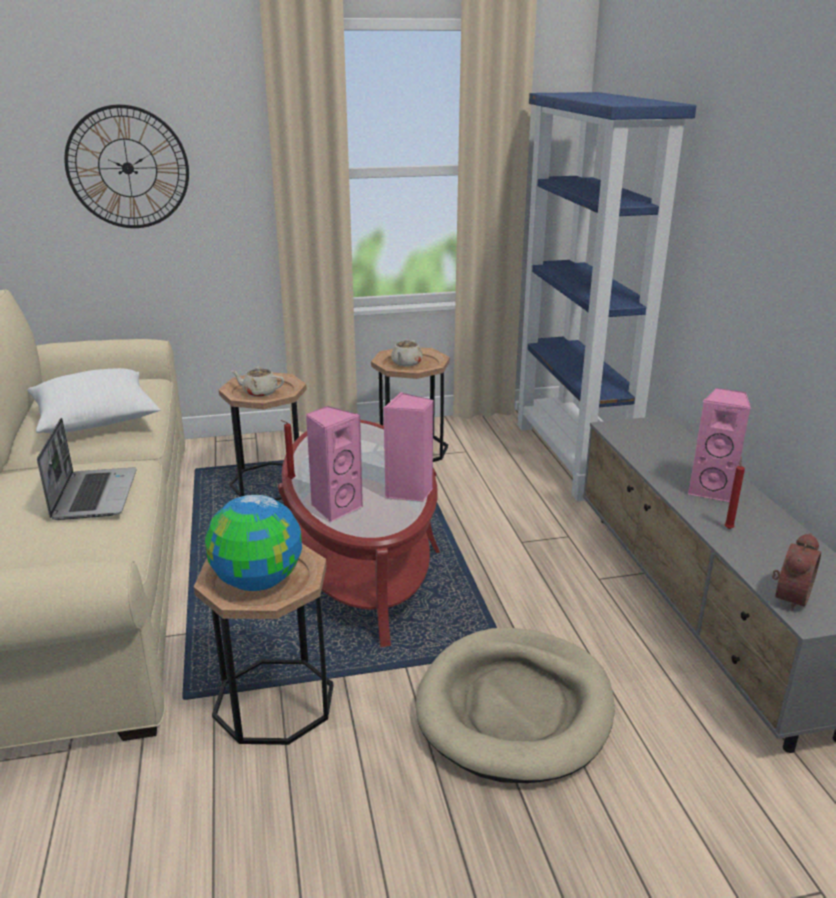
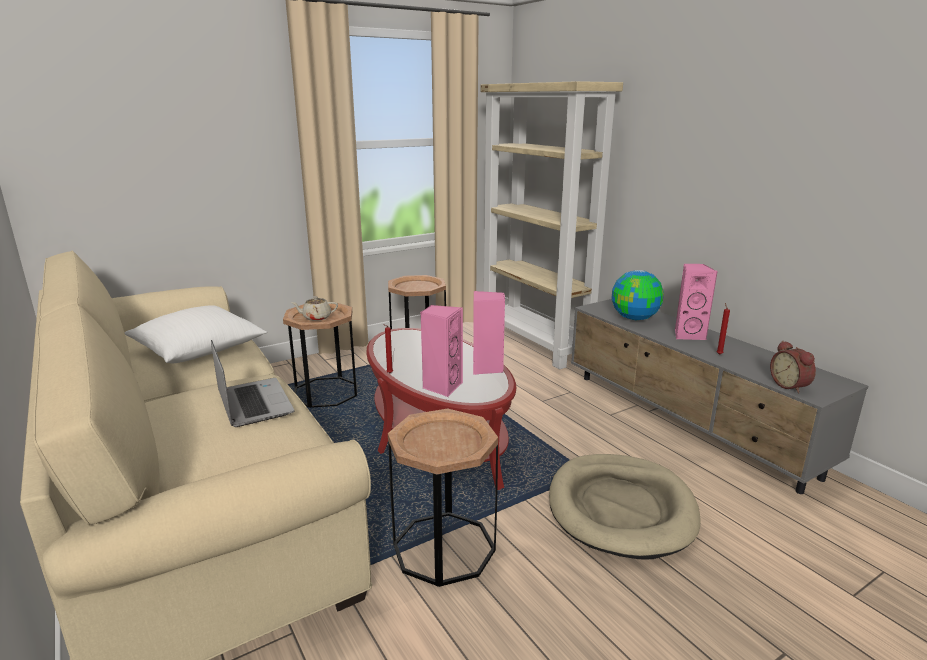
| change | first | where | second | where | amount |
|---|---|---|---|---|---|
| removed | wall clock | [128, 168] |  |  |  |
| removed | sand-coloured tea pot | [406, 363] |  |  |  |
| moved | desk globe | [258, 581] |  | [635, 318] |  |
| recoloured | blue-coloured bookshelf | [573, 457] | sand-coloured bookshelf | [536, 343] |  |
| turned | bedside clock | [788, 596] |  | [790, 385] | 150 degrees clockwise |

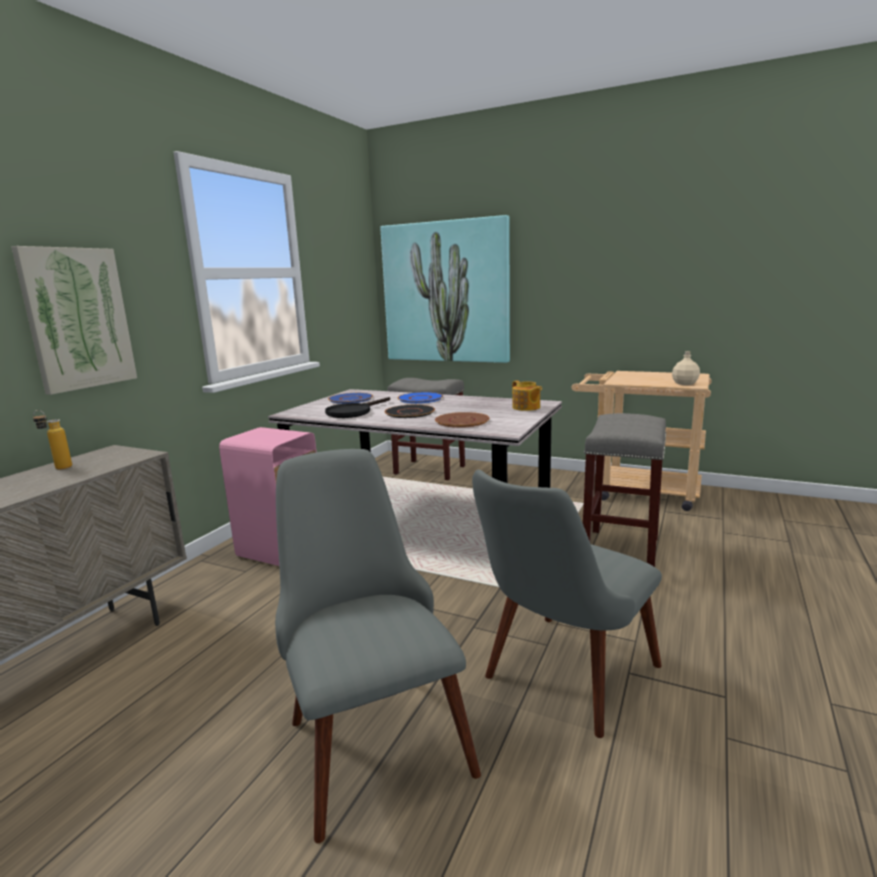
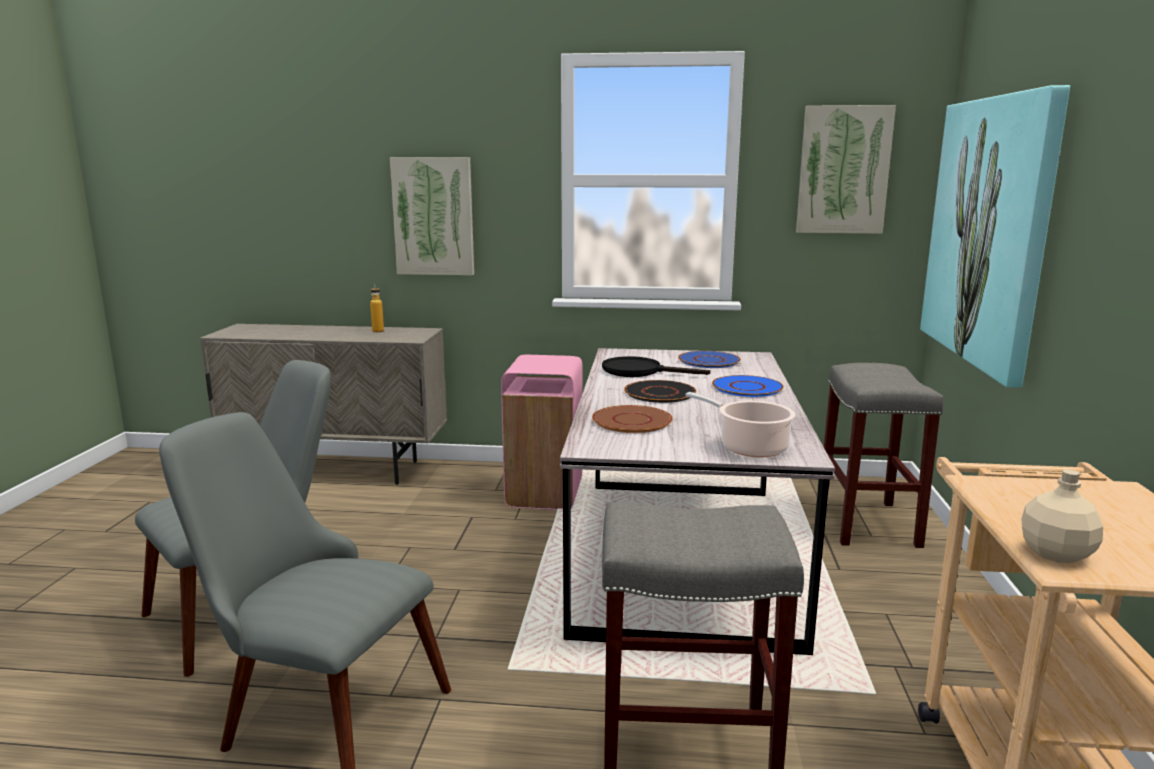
| change | first | where | second | where | amount |
|---|---|---|---|---|---|
| added |  |  | picture | [843, 170] |  |
| replaced | tea pot | [526, 408] | saucepot | [749, 447] |  |

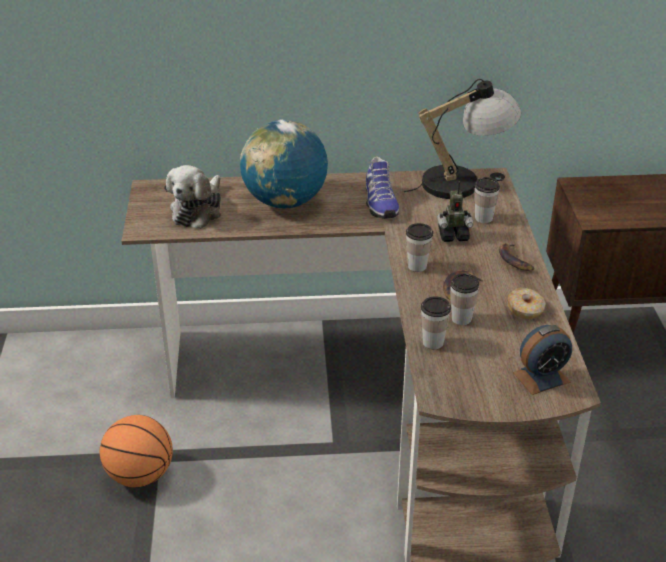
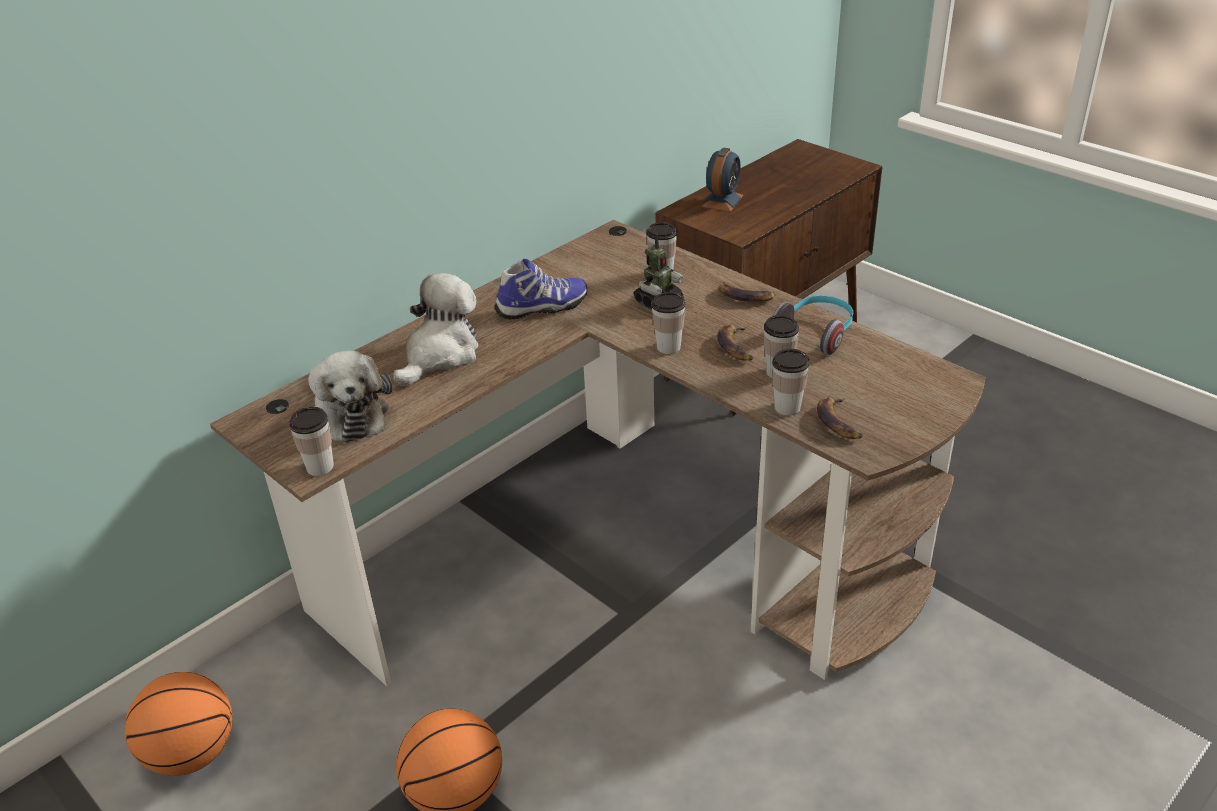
| change | first | where | second | where | amount |
|---|---|---|---|---|---|
| removed | lamp for a table | [464, 182] |  |  |  |
| added |  |  | basketball | [192, 754] |  |
| added |  |  | small cup | [320, 467] |  |
| added |  |  | banana fruit | [838, 422] |  |
| moved | bedside clock | [541, 377] |  | [722, 201] |  |
| replaced | desk globe | [285, 202] | soft toy | [440, 355] |  |
| replaced | doughnut | [525, 309] | headset | [816, 333] |  |
| turned | low shoe | [379, 203] |  | [543, 308] | 60 degrees counterclockwise |

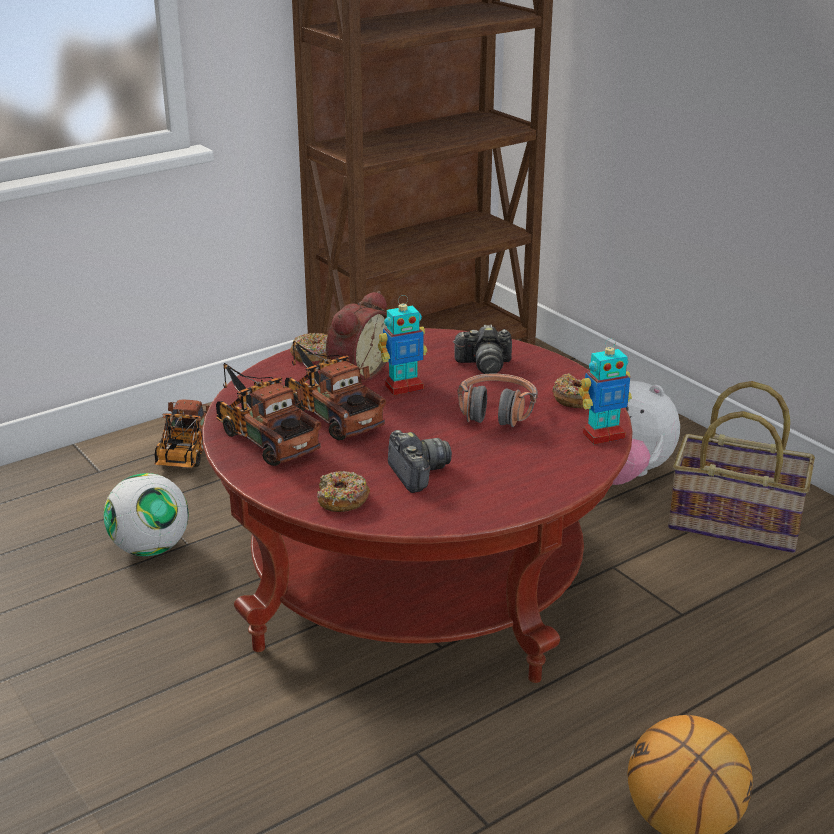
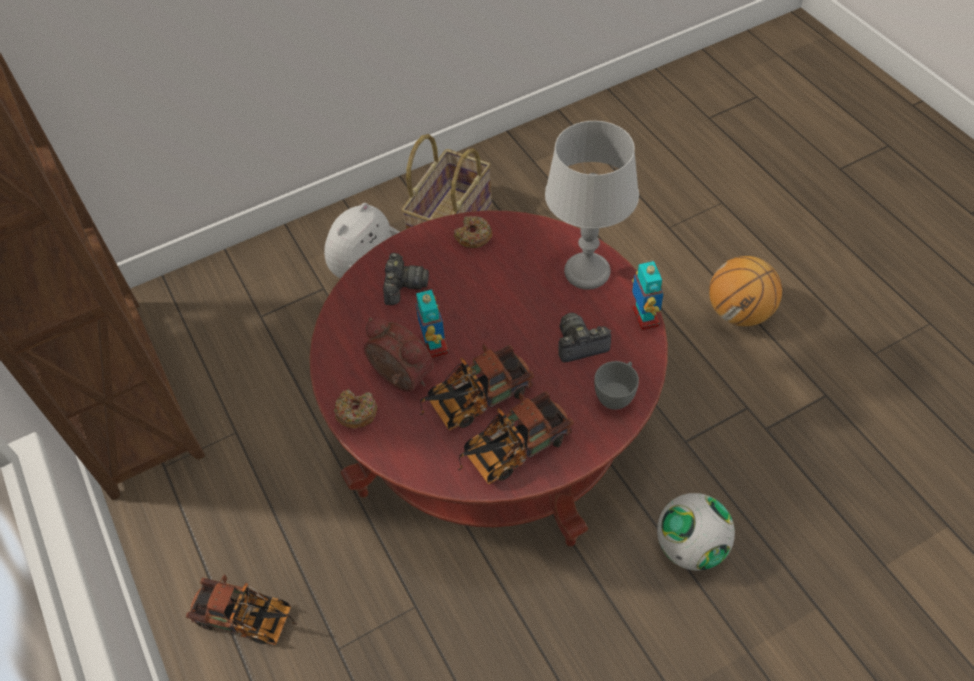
| change | first | where | second | where | amount |
|---|---|---|---|---|---|
| removed | headset | [496, 412] |  |  |  |
| added |  |  | gray lamp for a table | [586, 272] |  |
| moved | ball for football | [150, 548] |  | [690, 547] |  |
| moved | toy robot | [603, 435] |  | [644, 318] |  |
| replaced | doughnut | [342, 500] | gray small cup | [616, 395] |  |

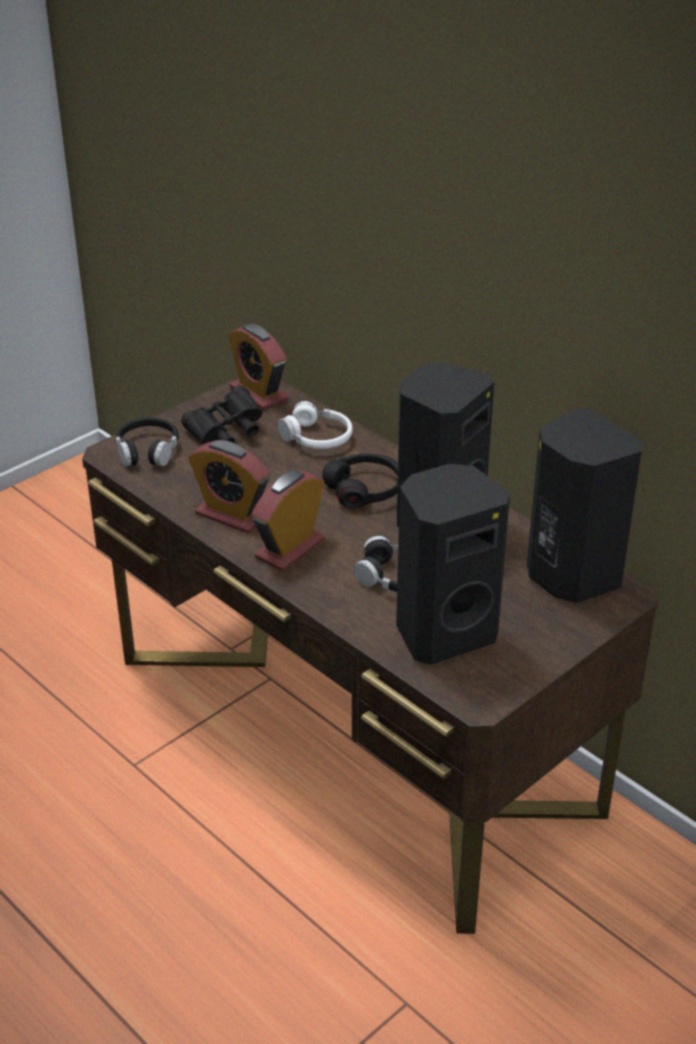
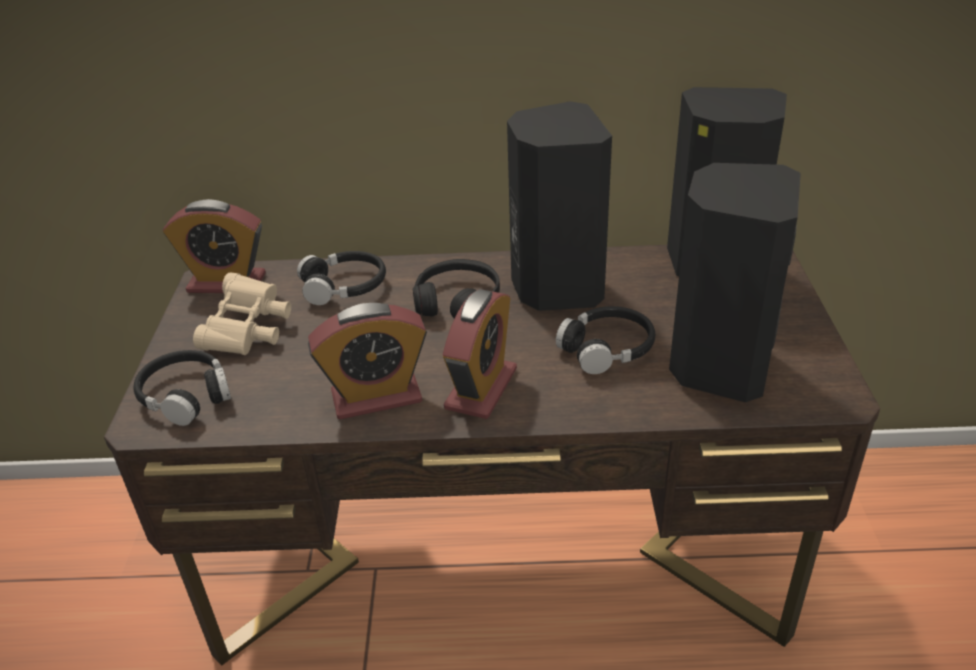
| change | first | where | second | where | amount |
|---|---|---|---|---|---|
| recoloured | black-coloured field glasses | [226, 433] | sand-coloured field glasses | [248, 332] |  |
| recoloured | white headset | [317, 438] | black-coloured headset | [344, 287] |  |
| turned | bedside clock | [290, 548] |  | [481, 389] | 150 degrees counterclockwise |

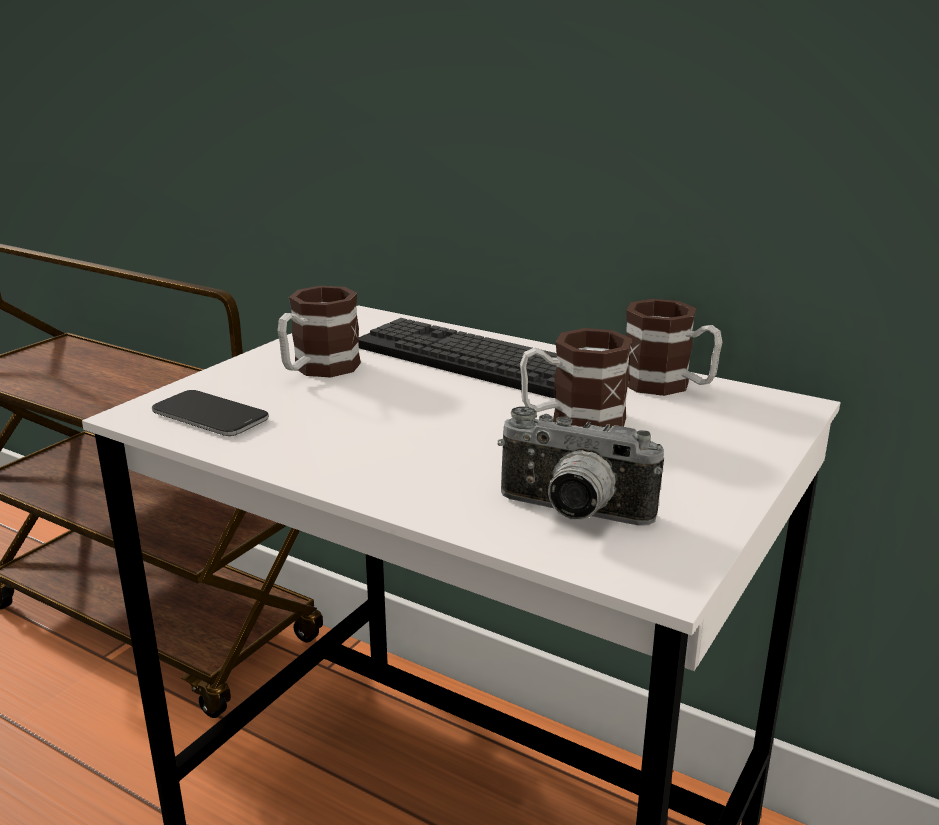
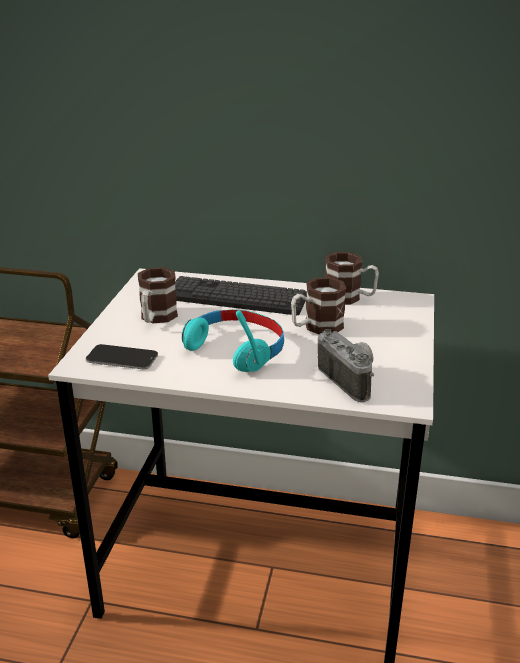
| change | first | where | second | where | amount |
|---|---|---|---|---|---|
| added |  |  | turquoise headset | [236, 349] |  |
| turned | still camera | [571, 515] |  | [351, 380] | 120 degrees counterclockwise |

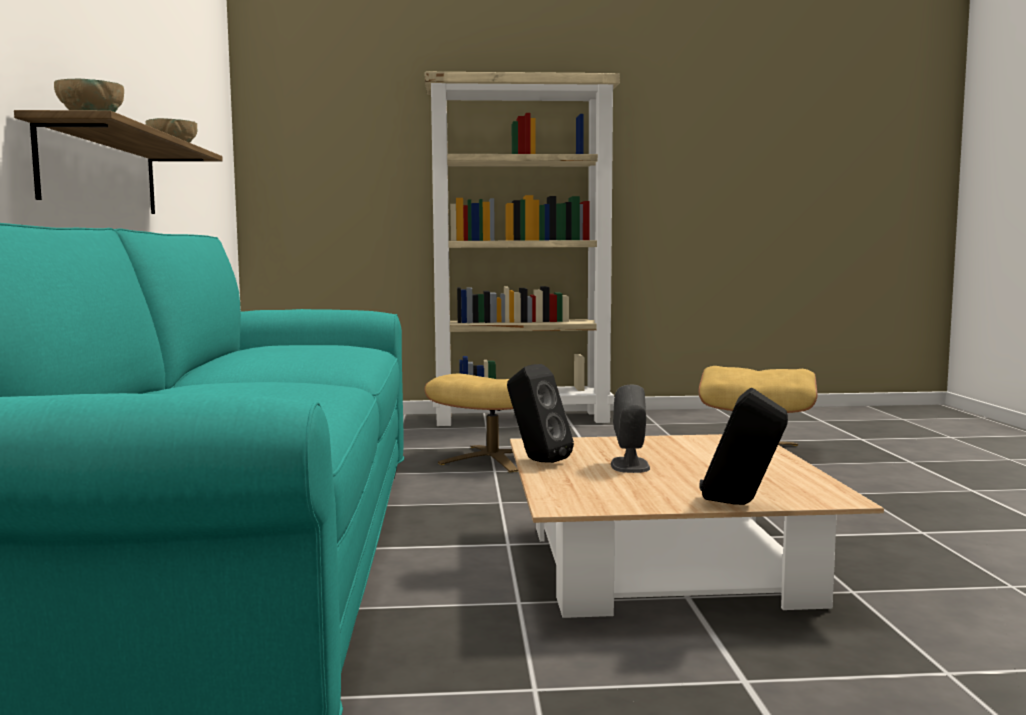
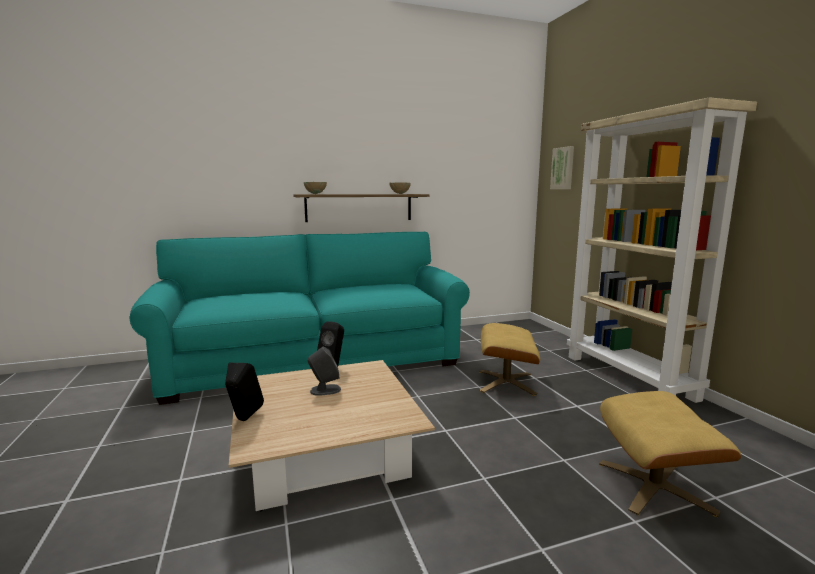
| change | first | where | second | where | amount |
|---|---|---|---|---|---|
| added |  |  | picture | [563, 168] |  |

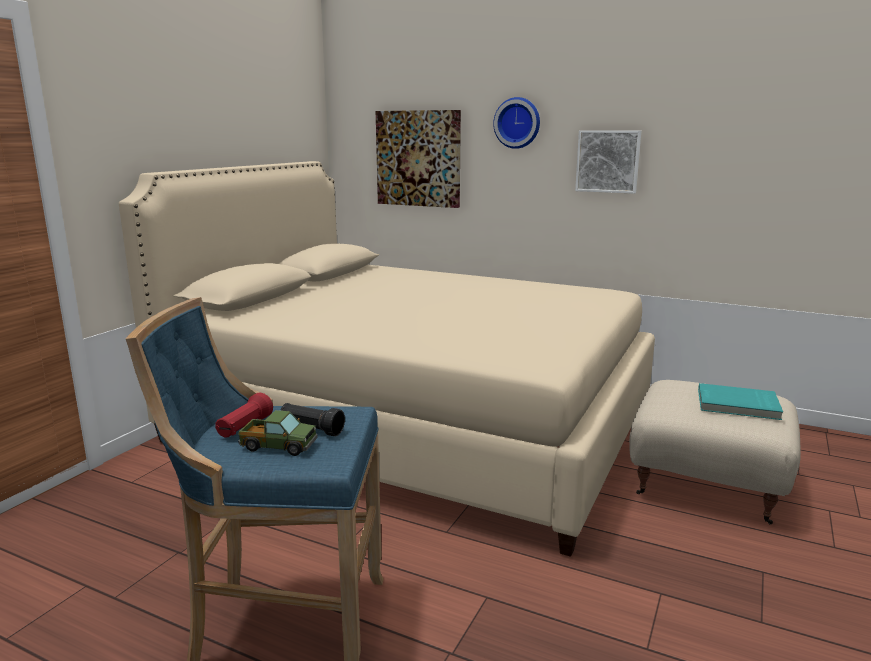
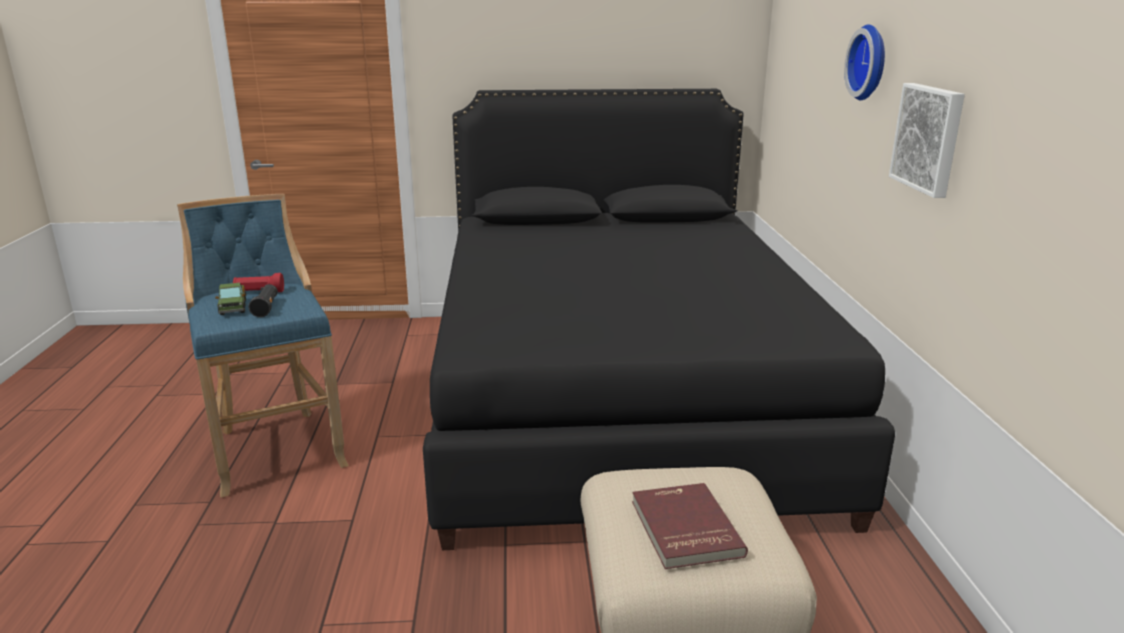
| change | first | where | second | where | amount |
|---|---|---|---|---|---|
| removed | picture | [418, 158] |  |  |  |
| recoloured | sand-coloured bedroom bed | [413, 424] | black-coloured bedroom bed | [617, 399] |  |
| recoloured | turquoise bound book | [737, 405] | red-coloured bound book | [683, 528] |  |

